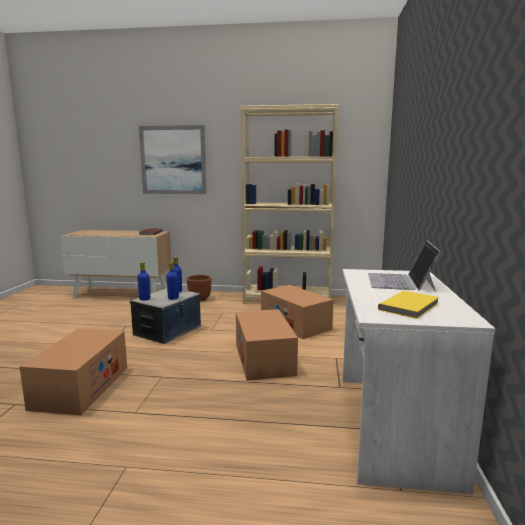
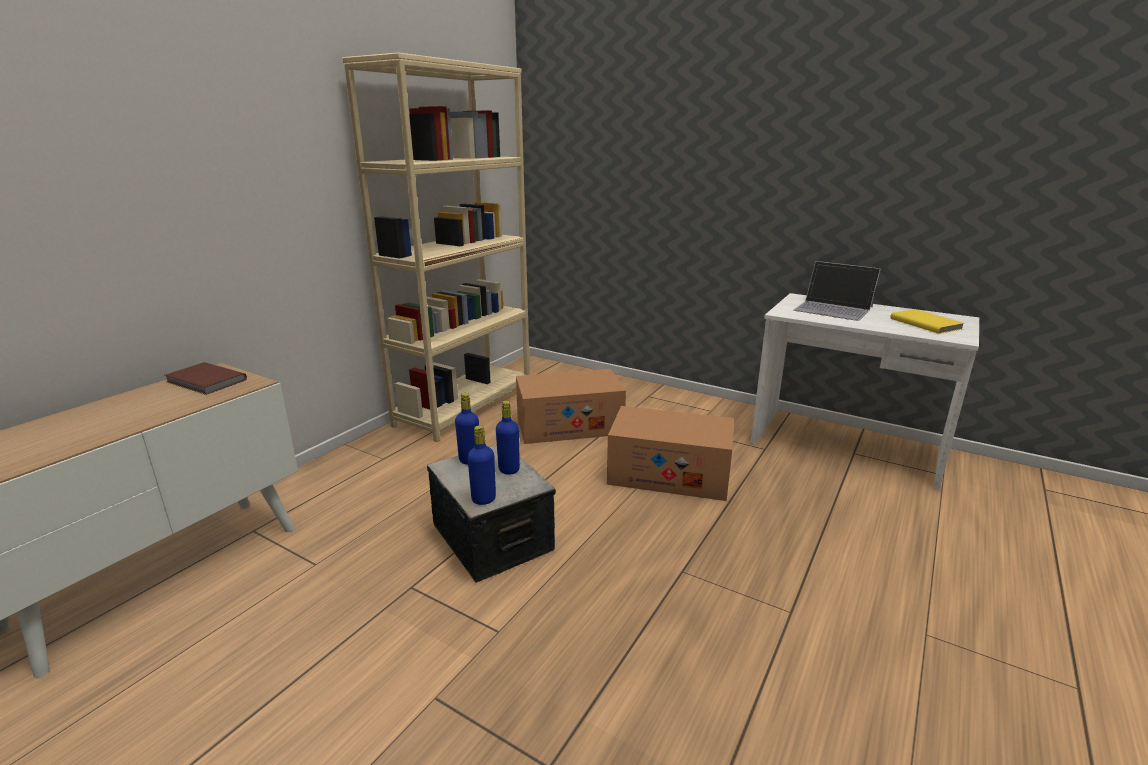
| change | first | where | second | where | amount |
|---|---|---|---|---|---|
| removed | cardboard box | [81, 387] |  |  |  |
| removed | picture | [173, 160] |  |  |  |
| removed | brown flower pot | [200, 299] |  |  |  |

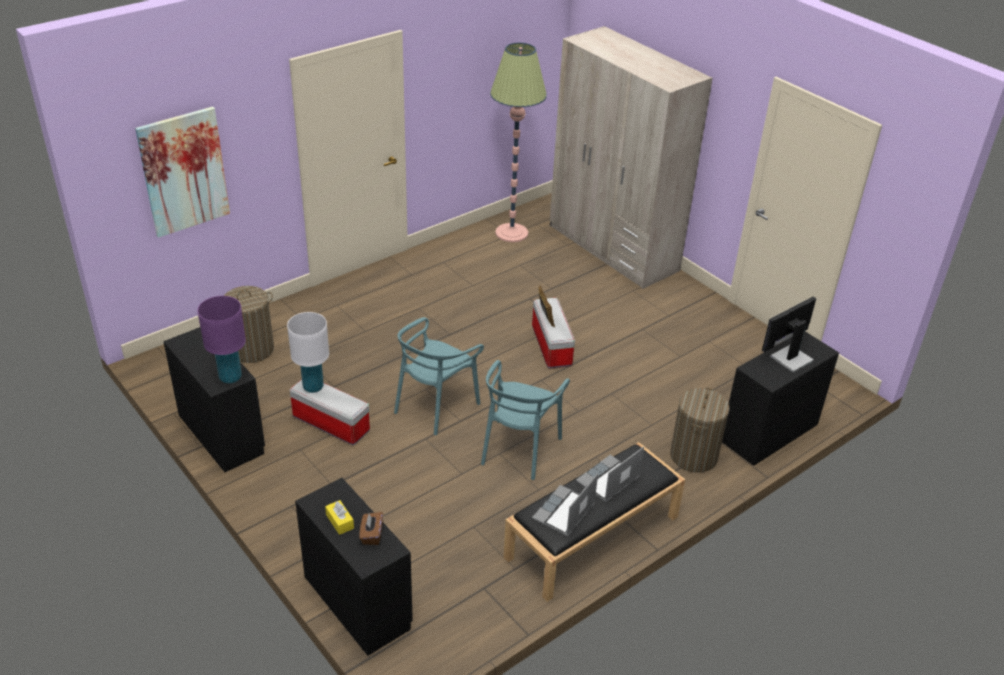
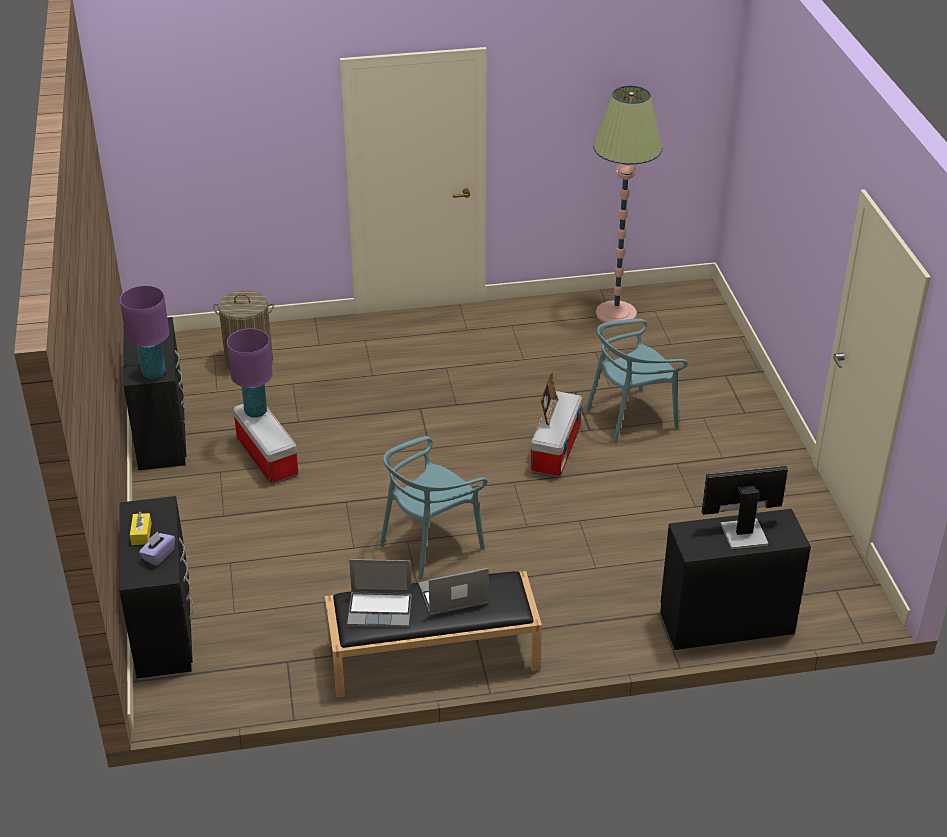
| change | first | where | second | where | amount |
|---|---|---|---|---|---|
| removed | picture | [184, 172] |  |  |  |
| removed | sand-coloured armoire | [612, 248] |  |  |  |
| removed | laundry basket | [693, 456] |  |  |  |
| moved | turquoise upright chair | [435, 406] |  | [631, 417] |  |
| recoloured | white lamp for a table | [313, 387] | purplish lamp for a table | [255, 411] |  |
| recoloured | brown tissue holder | [371, 535] | purplish tissue holder | [158, 555] |  |
| turned | notebook computer | [564, 513] |  | [381, 610] | 150 degrees counterclockwise |

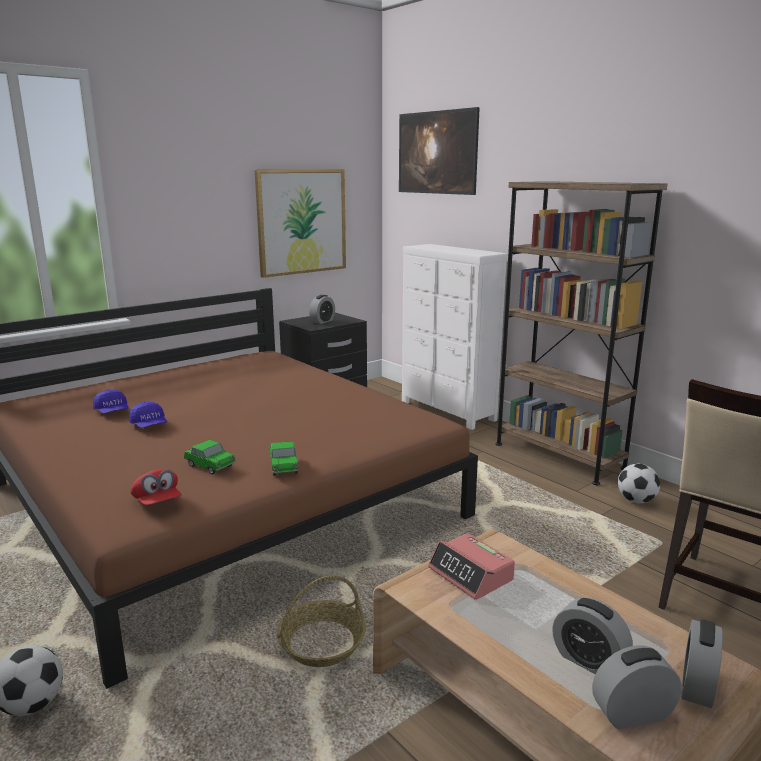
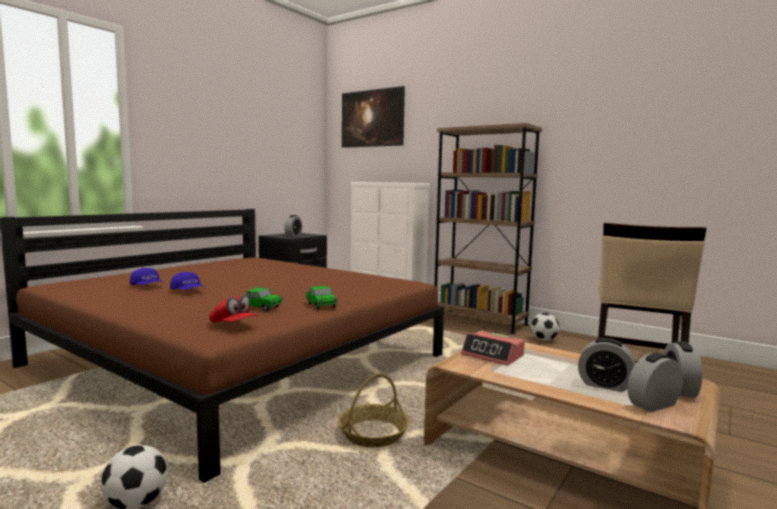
| change | first | where | second | where | amount |
|---|---|---|---|---|---|
| removed | picture | [302, 221] |  |  |  |

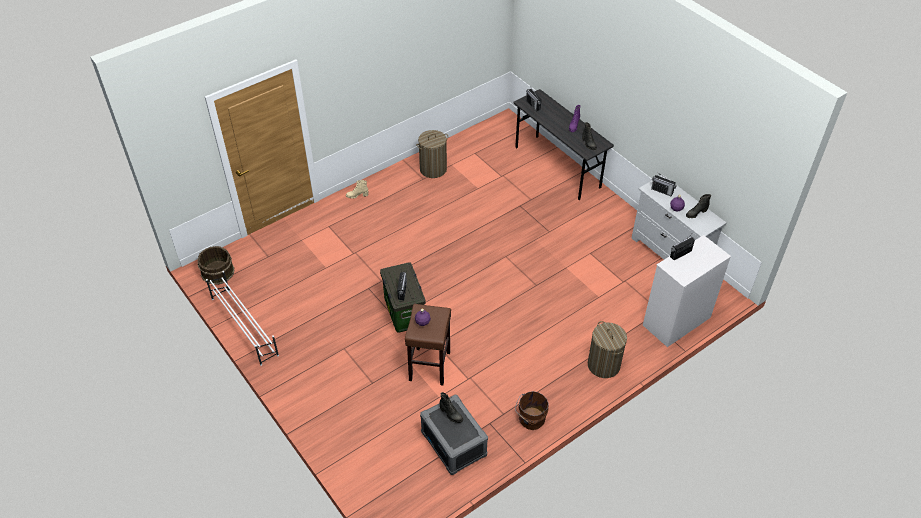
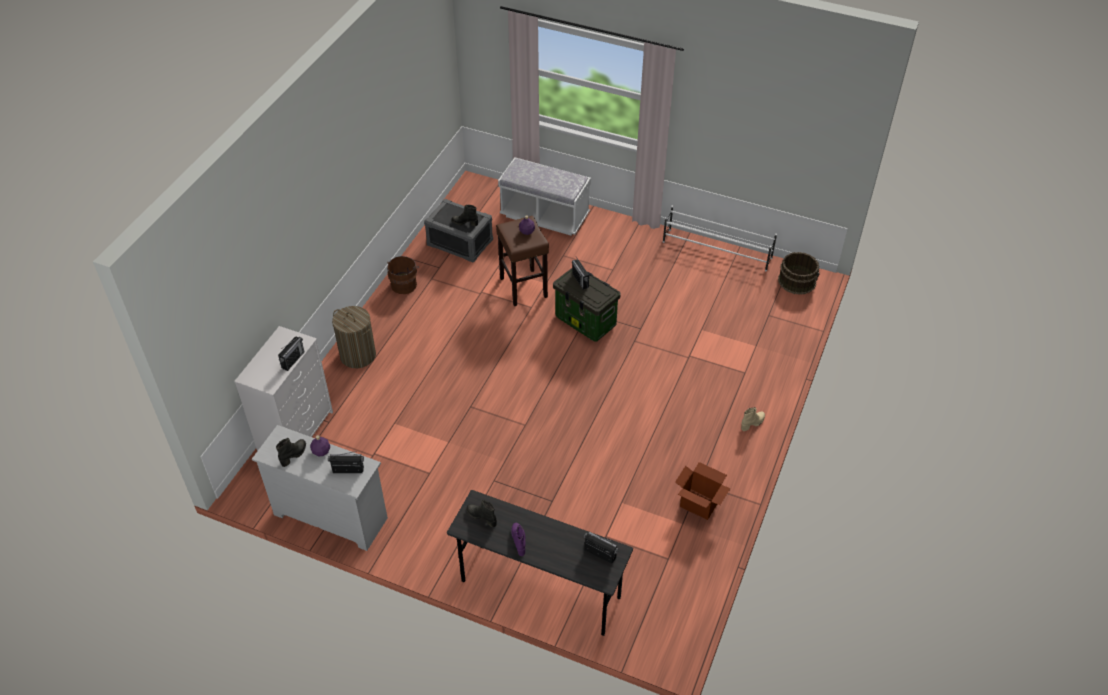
| change | first | where | second | where | amount |
|---|---|---|---|---|---|
| added |  |  | white bench | [544, 216] |  |
| replaced | laundry basket | [433, 169] | cardboard box | [699, 504] |  |

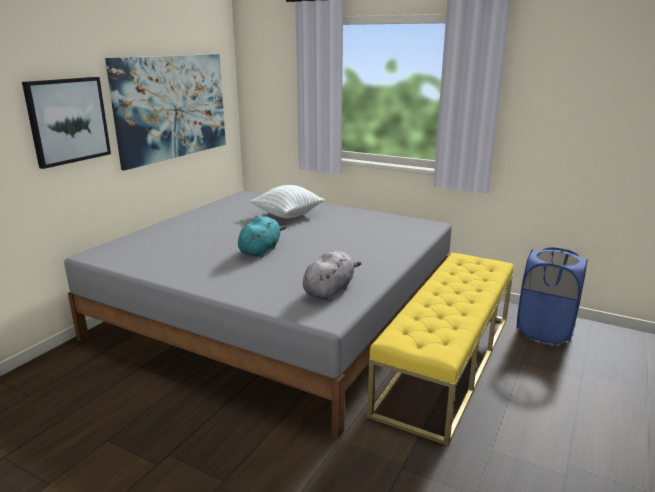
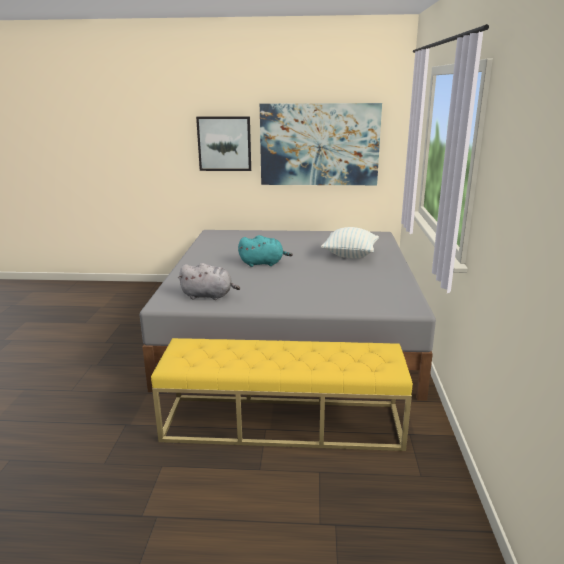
| change | first | where | second | where | amount |
|---|---|---|---|---|---|
| removed | blue-coloured laundry basket | [545, 330] |  |  |  |

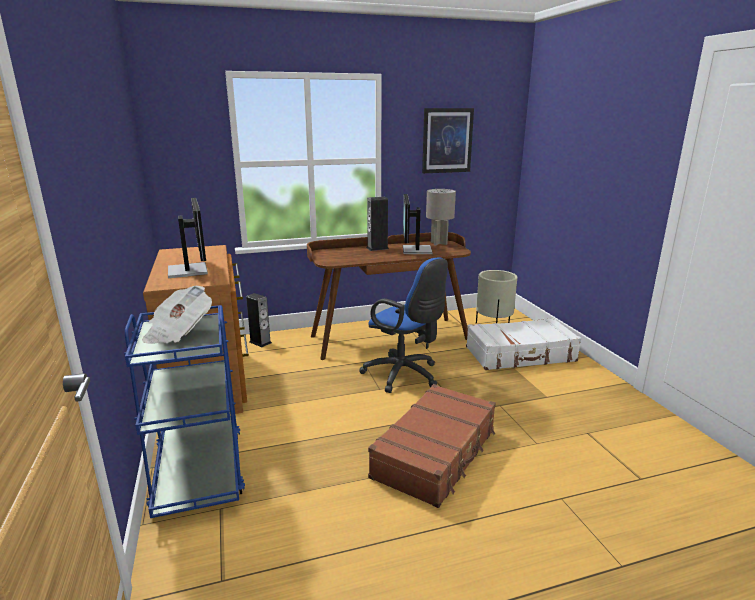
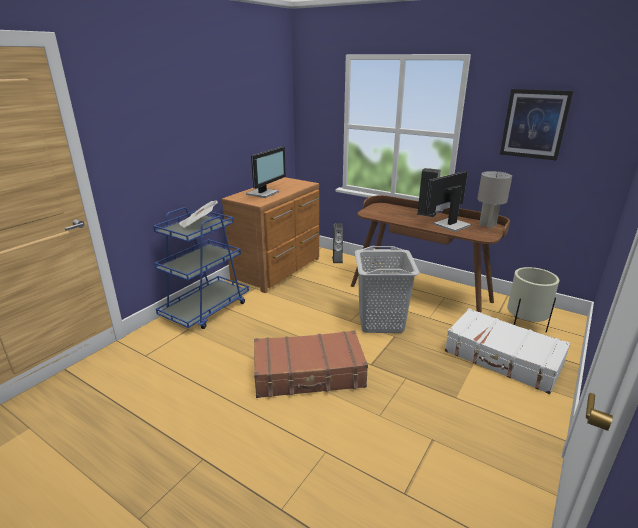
| change | first | where | second | where | amount |
|---|---|---|---|---|---|
| replaced | blue-coloured computer chair | [405, 376] | gray laundry basket | [380, 322] |  |

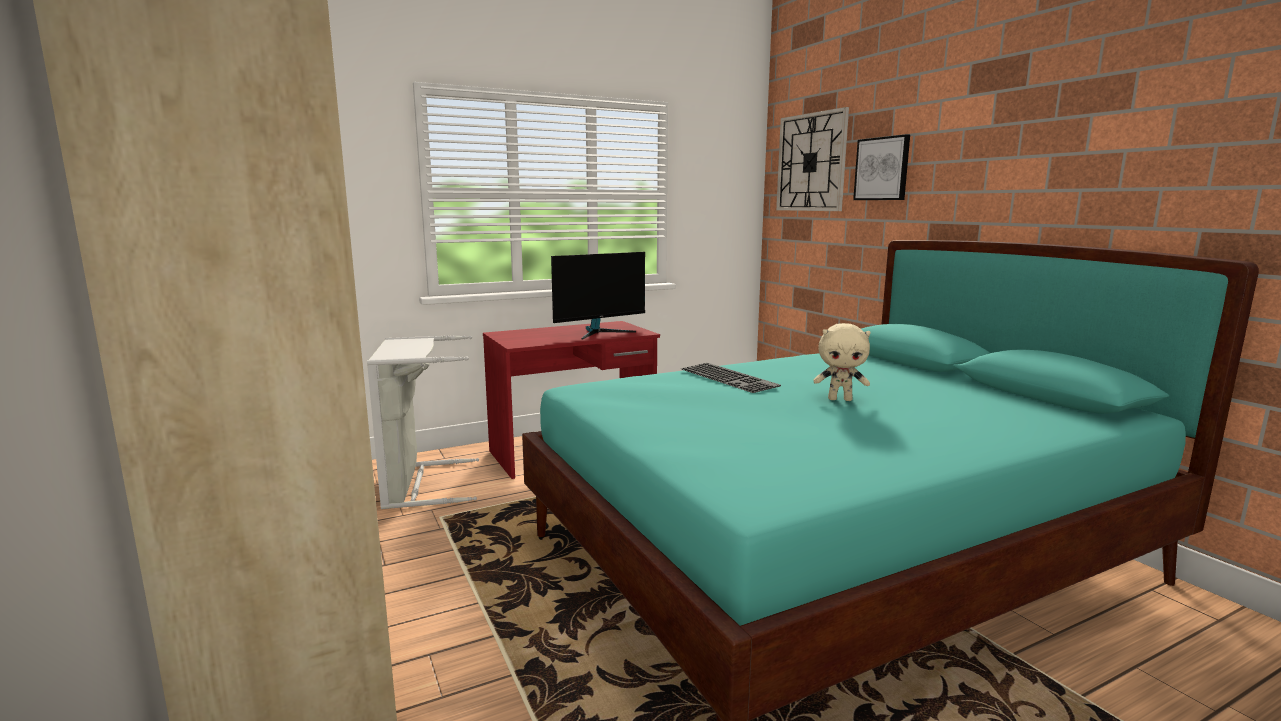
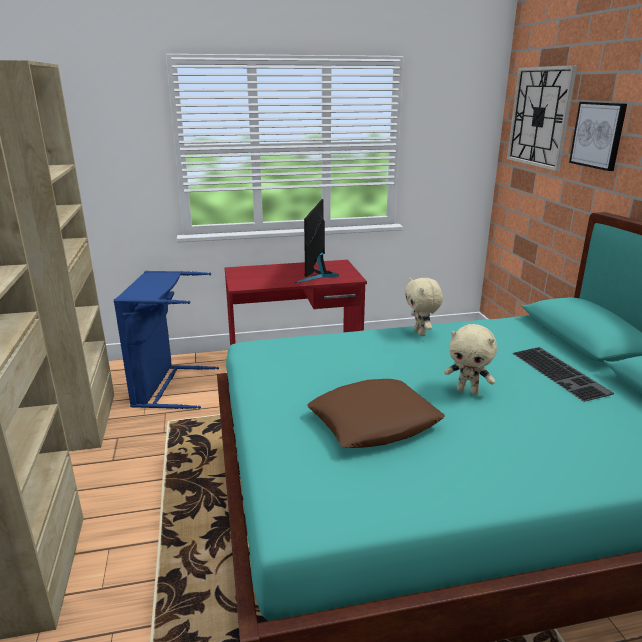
| change | first | where | second | where | amount |
|---|---|---|---|---|---|
| added |  |  | brown throw pillow | [373, 422] |  |
| added |  |  | sand-coloured soft toy | [420, 333] |  |
| moved | PC keyboard | [730, 377] |  | [561, 373] |  |
| recoloured | gray laundry basket | [419, 485] | blue-coloured laundry basket | [167, 387] |  |
| turned | computer screen | [599, 332] |  | [317, 275] | 120 degrees clockwise |

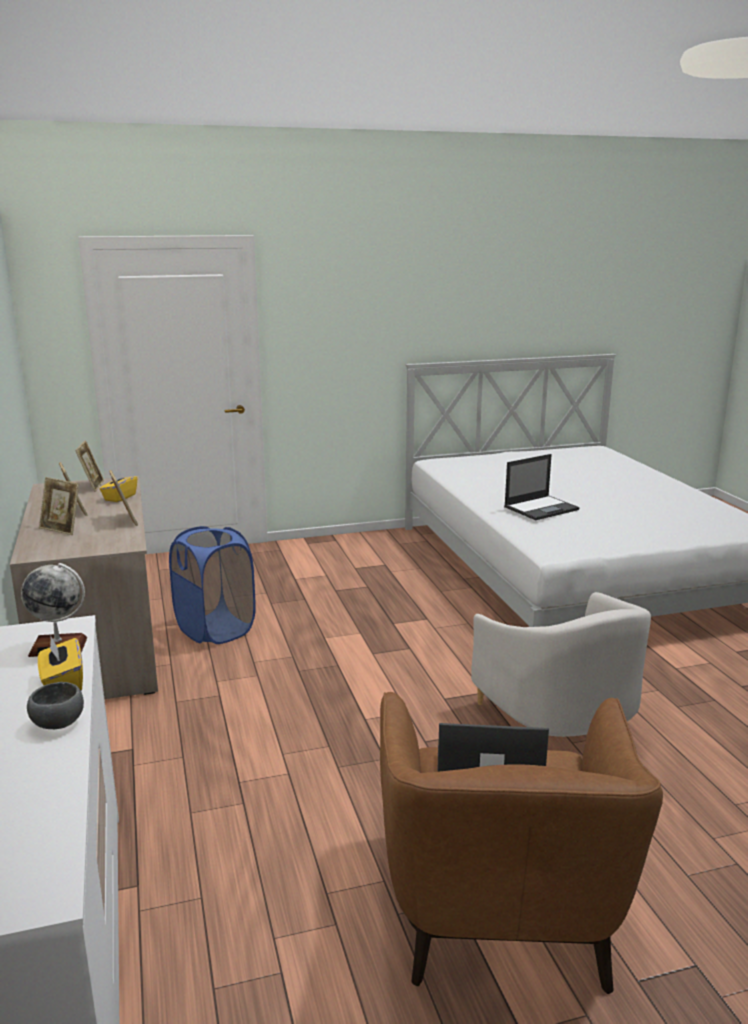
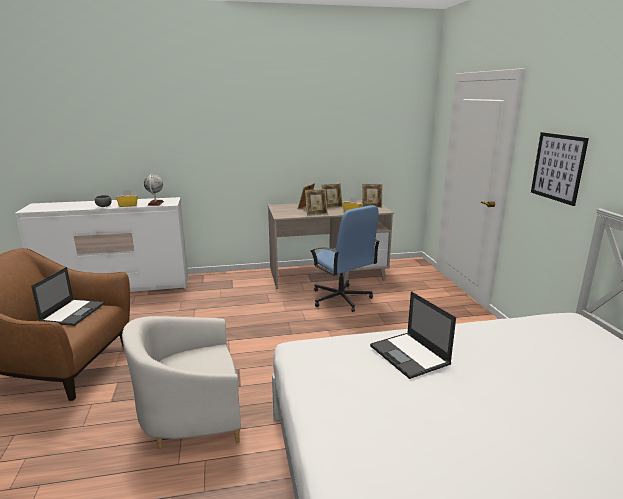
| change | first | where | second | where | amount |
|---|---|---|---|---|---|
| added |  |  | picture | [557, 167] |  |
| replaced | blue-coloured laundry basket | [215, 629] | blue-coloured computer chair | [341, 299] |  |

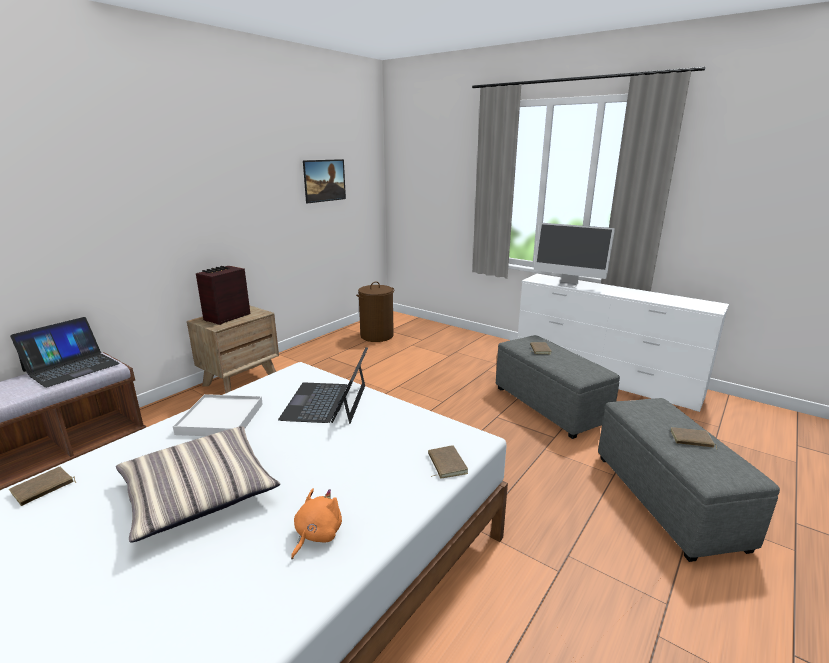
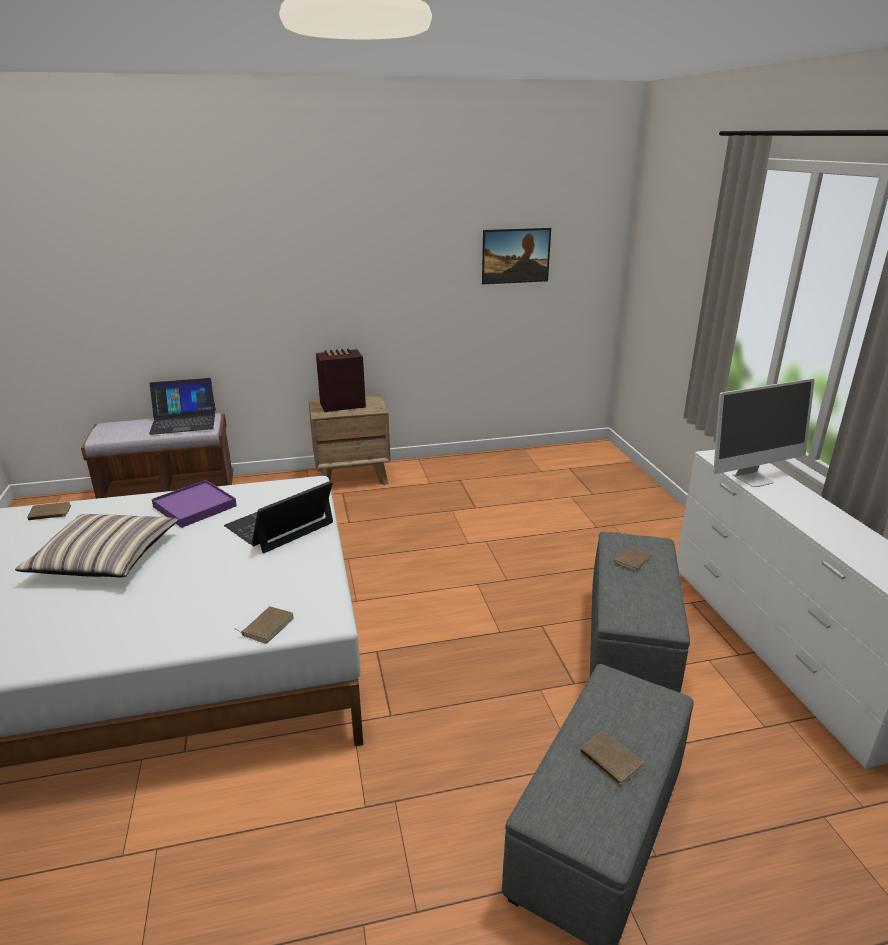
| change | first | where | second | where | amount |
|---|---|---|---|---|---|
| removed | orange soft toy | [316, 535] |  |  |  |
| removed | brown laundry basket | [377, 336] |  |  |  |
| recoloured | white carrying tray | [221, 419] | purplish carrying tray | [194, 506] |  |
| turned | computer screen | [568, 284] |  | [753, 478] | 90 degrees counterclockwise |

